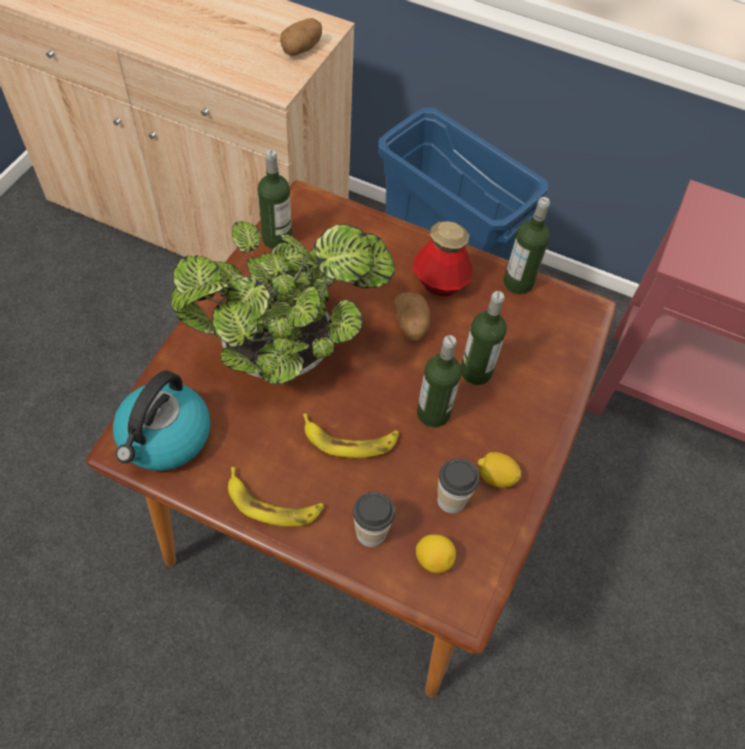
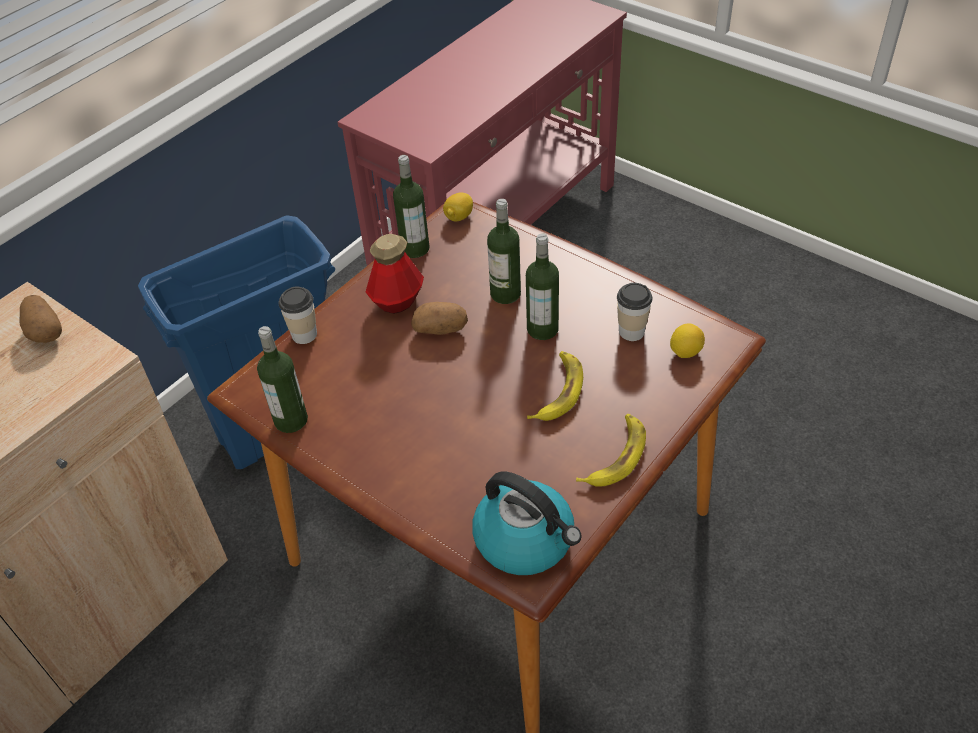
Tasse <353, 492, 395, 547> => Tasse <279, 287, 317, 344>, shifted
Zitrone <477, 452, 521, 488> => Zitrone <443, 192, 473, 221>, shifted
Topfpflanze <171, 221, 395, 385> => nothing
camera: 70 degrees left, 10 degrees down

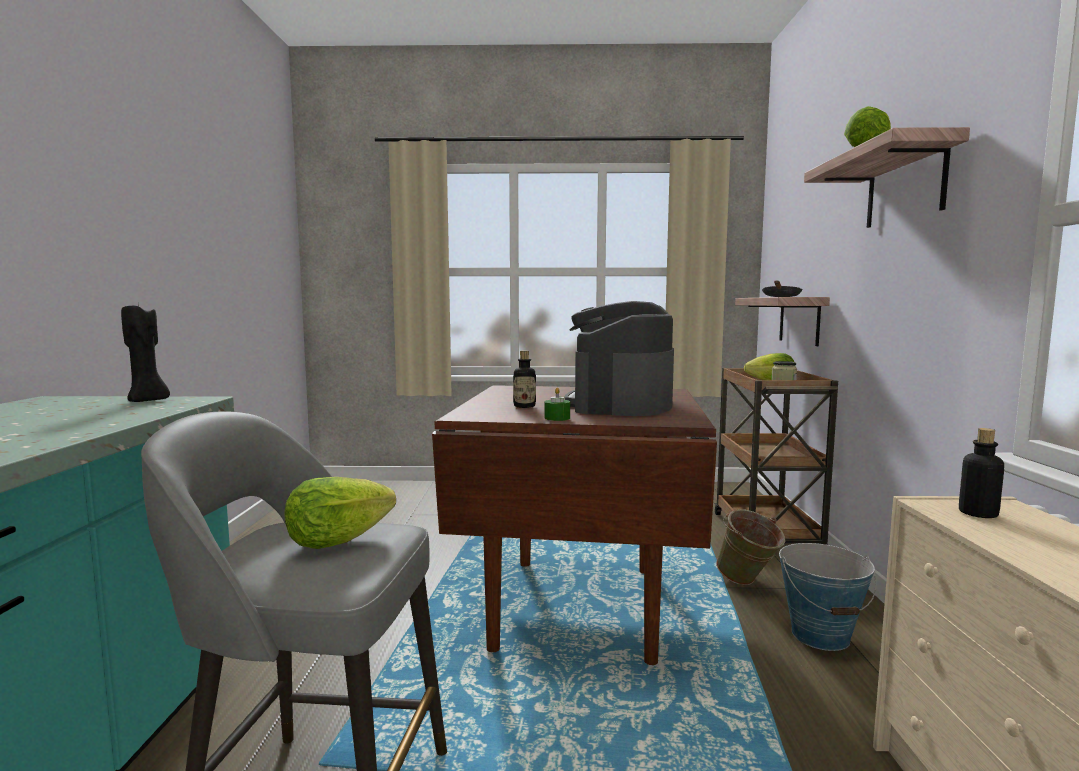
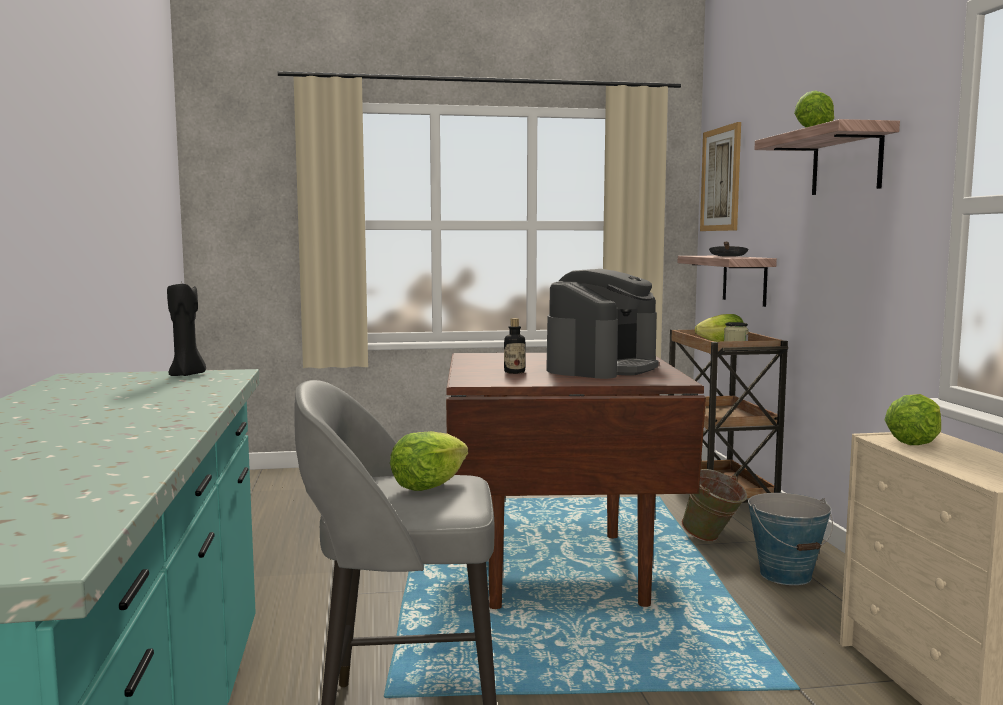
Kaffeemaschine <565, 301, 674, 416> => Kaffeemaschine <546, 269, 659, 379>, 150 degrees counterclockwise
nothing => Bild <700, 122, 741, 231>
Flasche <959, 428, 1004, 518> => Salatkopf <885, 394, 941, 445>
Kerze/grün <544, 388, 570, 421> => nothing
camera: 10 degrees left, 0 degrees up

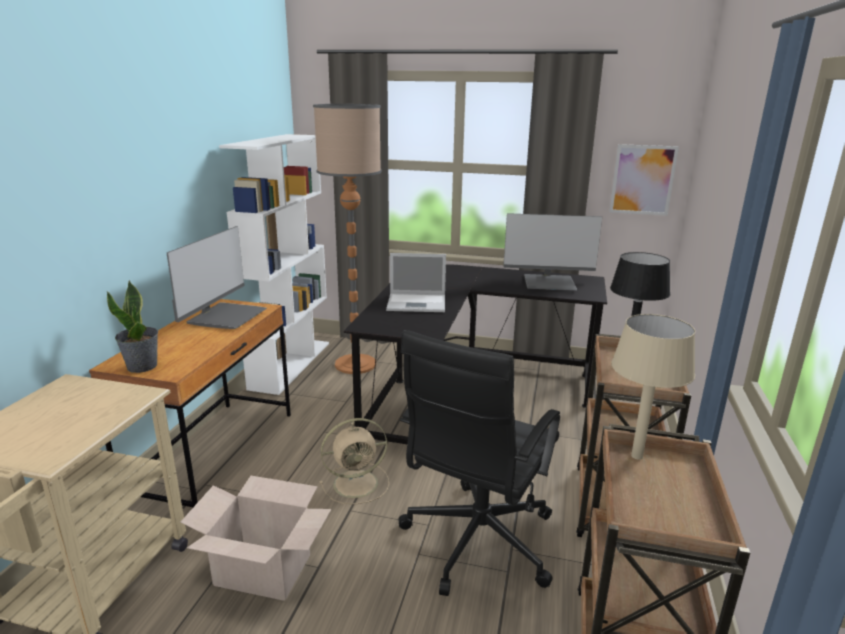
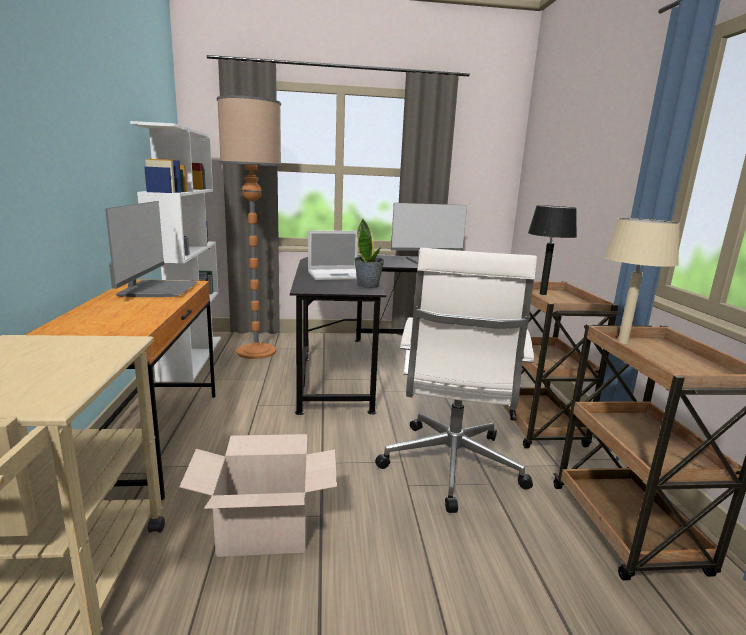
Topfpflanze <107, 280, 158, 373> => Topfpflanze <354, 219, 385, 288>, shifted
Bürostuhl/schwarz <399, 330, 560, 596> => Bürostuhl/weiß <375, 248, 537, 513>
Ventilator/beige <320, 418, 389, 504> => nothing
Bild <609, 144, 679, 216> => nothing
camera: 20 degrees left, 5 degrees down

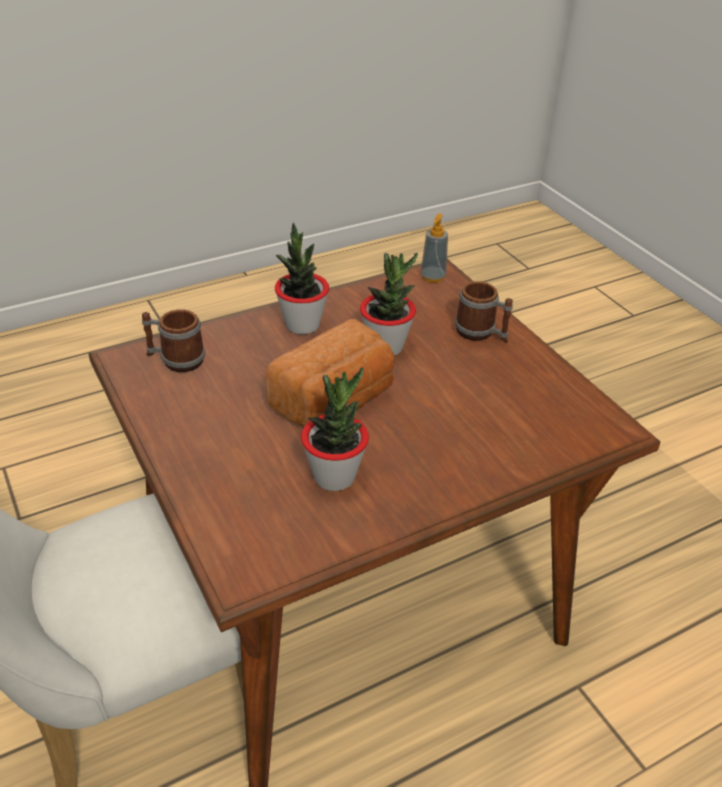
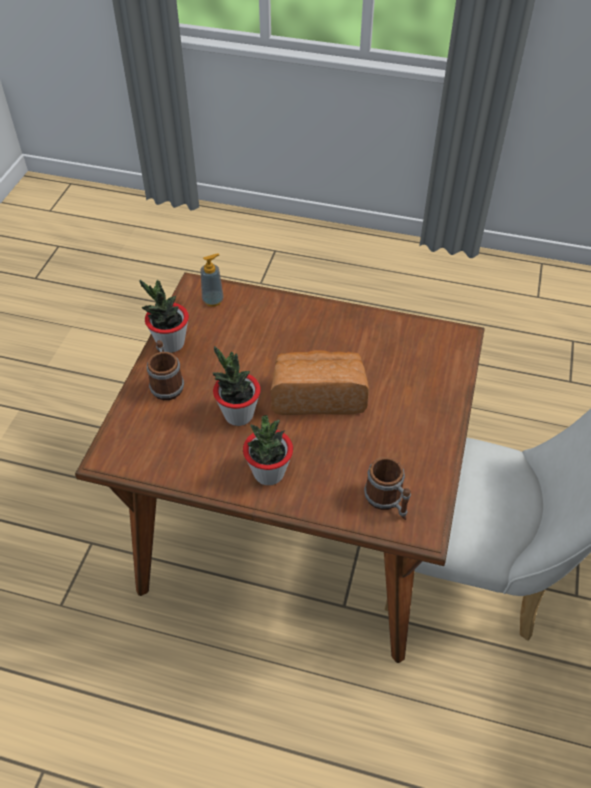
Topfpflanze <301, 367, 369, 491> => Topfpflanze <139, 280, 189, 353>, shifted
Seifenspender <420, 213, 448, 283> => Seifenspender <200, 253, 224, 307>, shifted
camera: 135 degrees left, 10 degrees up

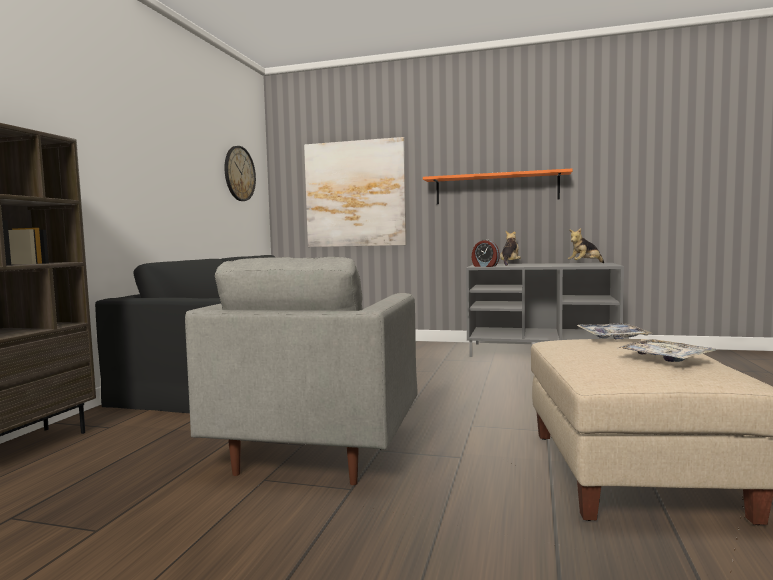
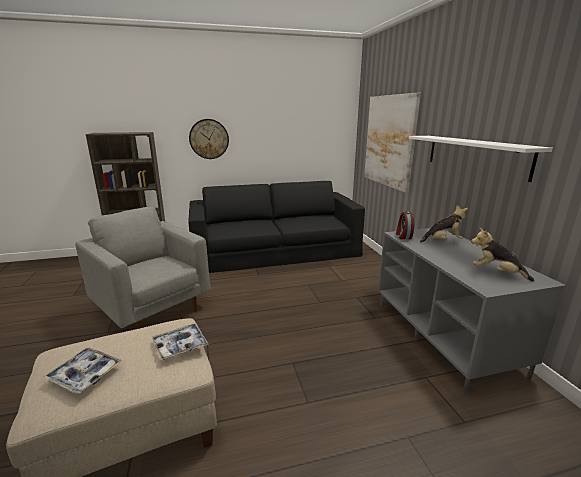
Sessel/grau <185, 257, 418, 485> => Sessel/grau <75, 206, 211, 329>, 60 degrees clockwise
Wanduhr <224, 146, 256, 201> => Wanduhr <189, 119, 229, 159>, shifted
Wandregal/orange <423, 169, 572, 204> => Wandregal/weiß <409, 136, 553, 182>
camera: 60 degrees right, 15 degrees up

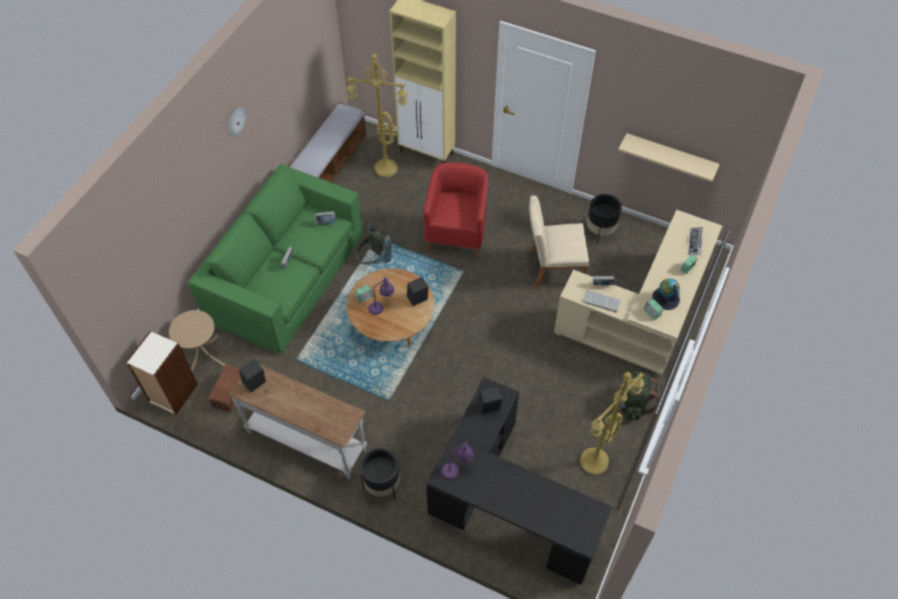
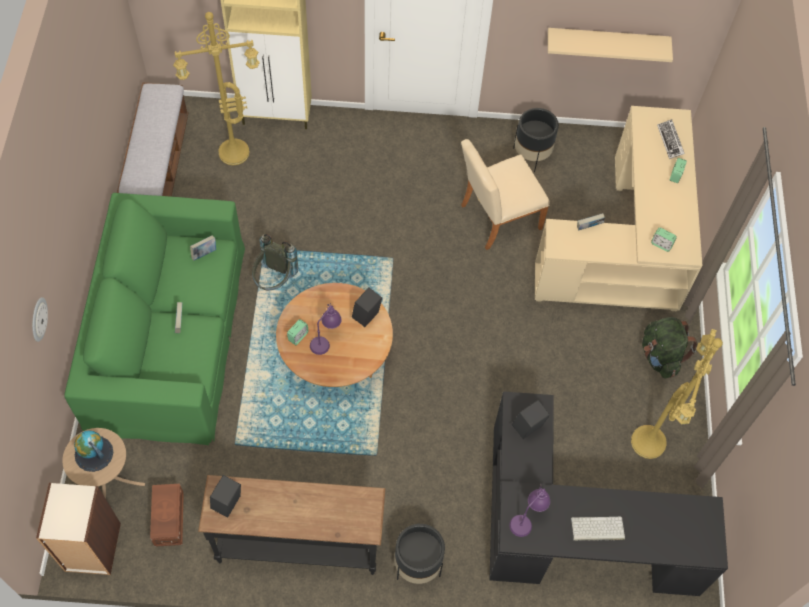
Wanduhr <228, 108, 246, 137> => Wanduhr <32, 297, 48, 342>, shifted
Globus <652, 278, 680, 310> => Globus <74, 430, 113, 472>, shifted
Konsolentisch/weiß <228, 364, 367, 480> => Konsolentisch/schwarz <198, 475, 385, 575>
Tastatur <583, 290, 621, 313> => Tastatur <571, 516, 625, 541>, shifted
Sessel/rot <423, 162, 488, 258> => nothing
camera: 25 degrees left, 5 degrees up

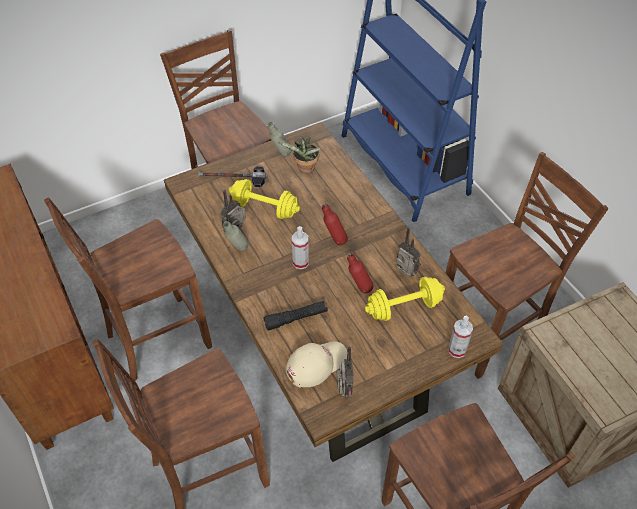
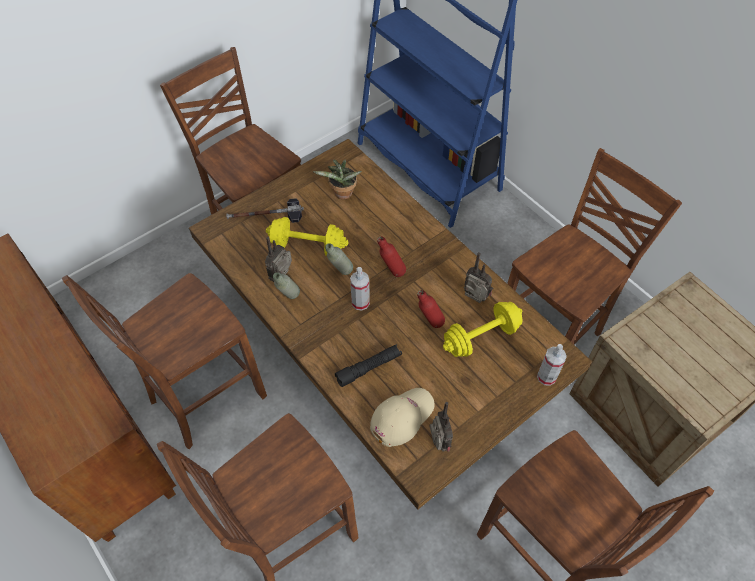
Flasche/grau <267, 122, 292, 157> => Flasche/grau <325, 243, 353, 275>, shifted
camera: 10 degrees left, 5 degrees up

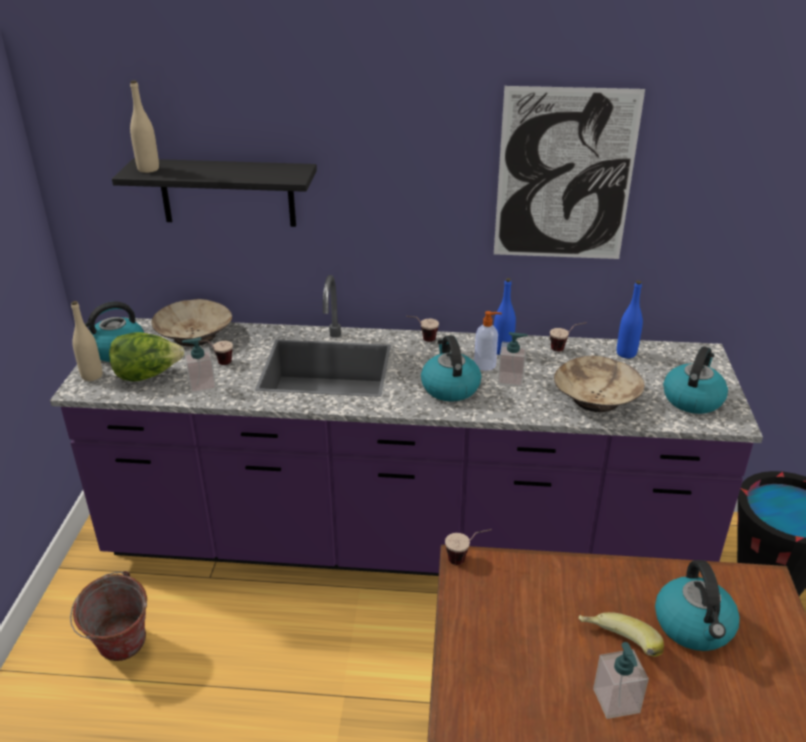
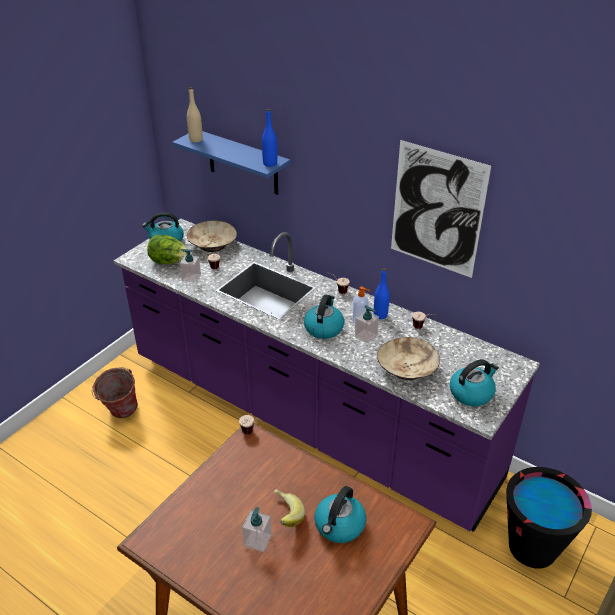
Wandregal/schwarz <112, 159, 317, 227> => Wandregal/blau <172, 131, 290, 195>
Flasche/blau <617, 281, 643, 358> => Flasche/blau <262, 109, 277, 167>, shifted
Flasche/beige <71, 301, 102, 381> => nothing
camera: 30 degrees right, 5 degrees up

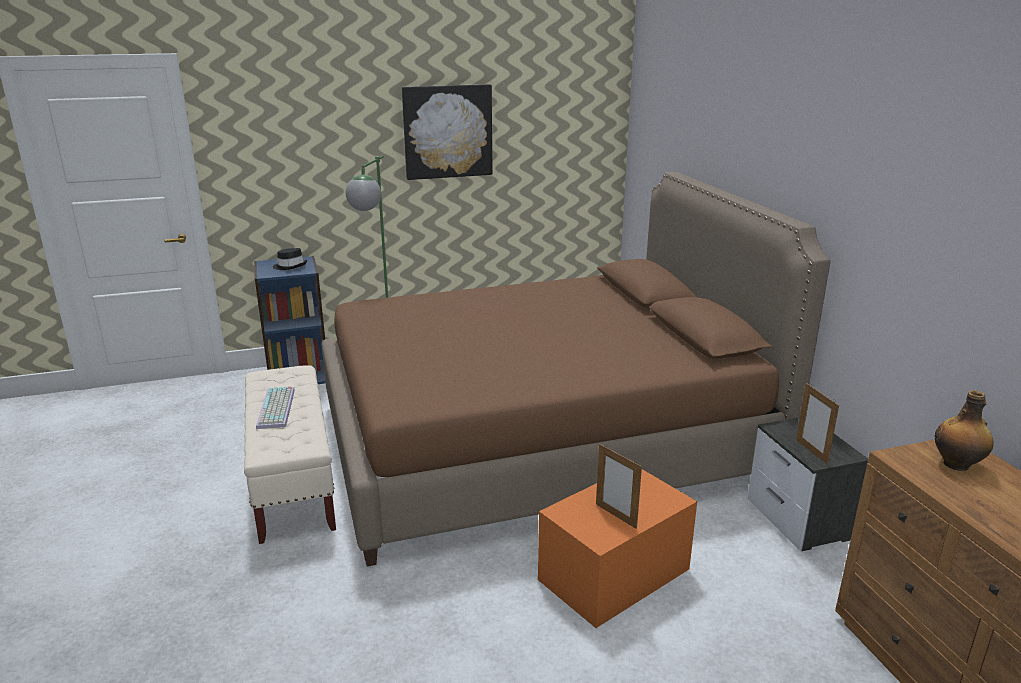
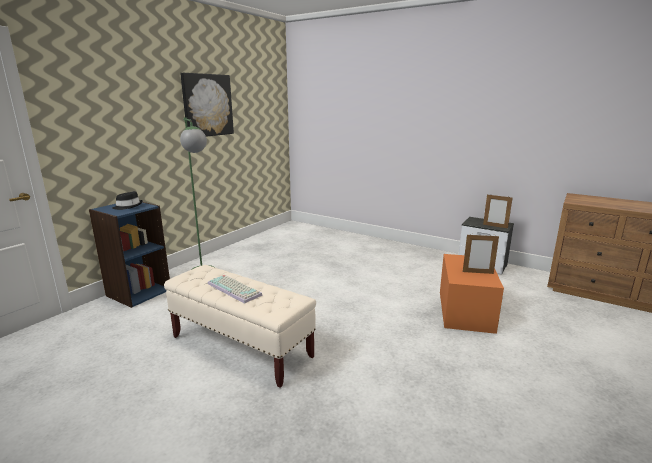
Bett/braun <321, 172, 831, 567> => nothing
Flasche <935, 390, 994, 471> => nothing
camera: 40 degrees left, 5 degrees down

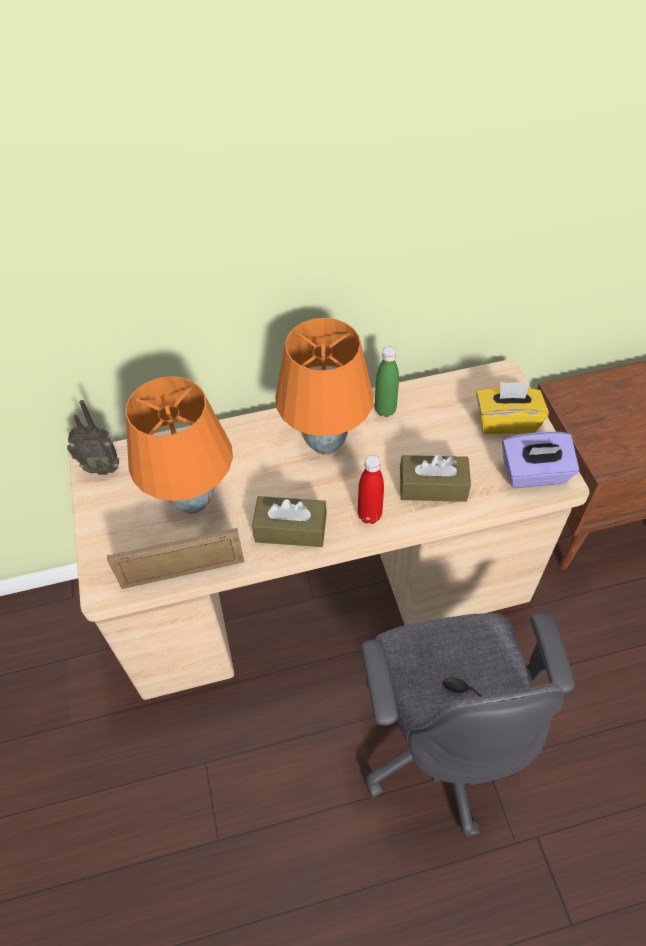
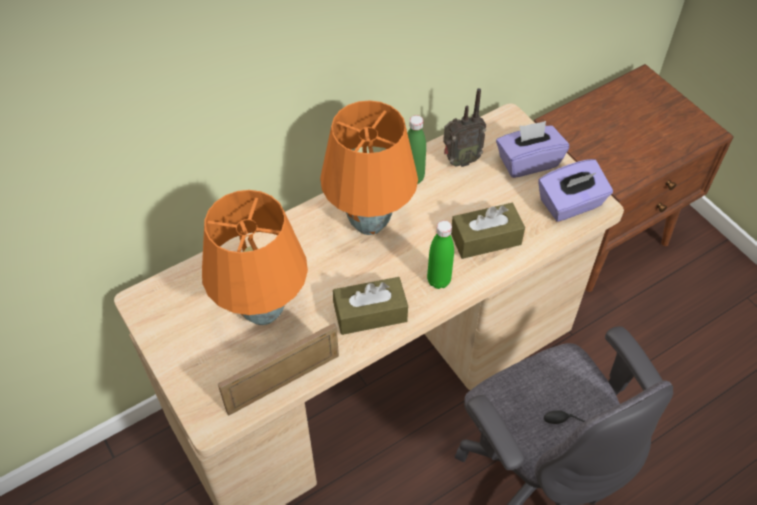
Flasche/rot <358, 455, 384, 524> => Flasche/grün <427, 220, 454, 289>
Radio <67, 400, 120, 475> => Radio <443, 88, 486, 167>, shifted
Taschentuchbox/gelb <476, 382, 549, 434> => Taschentuchbox/lila <496, 121, 569, 178>
camera: 20 degrees left, 0 degrees up

